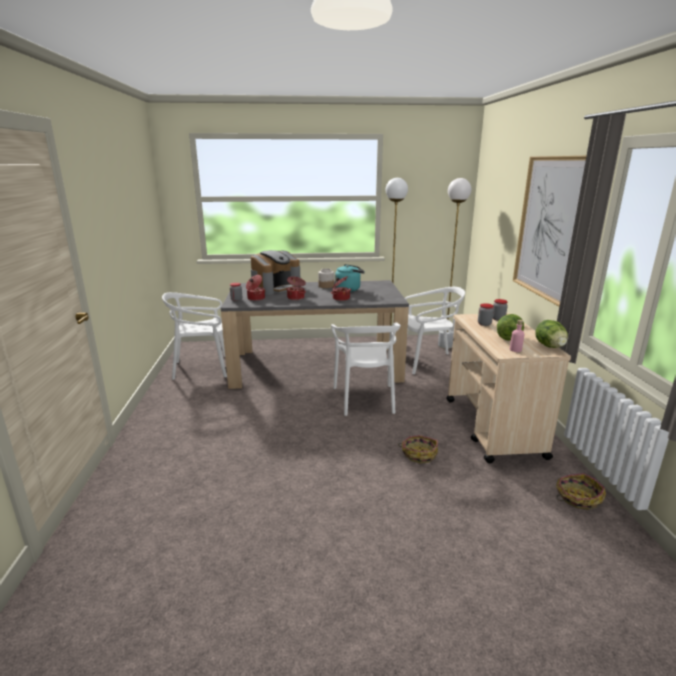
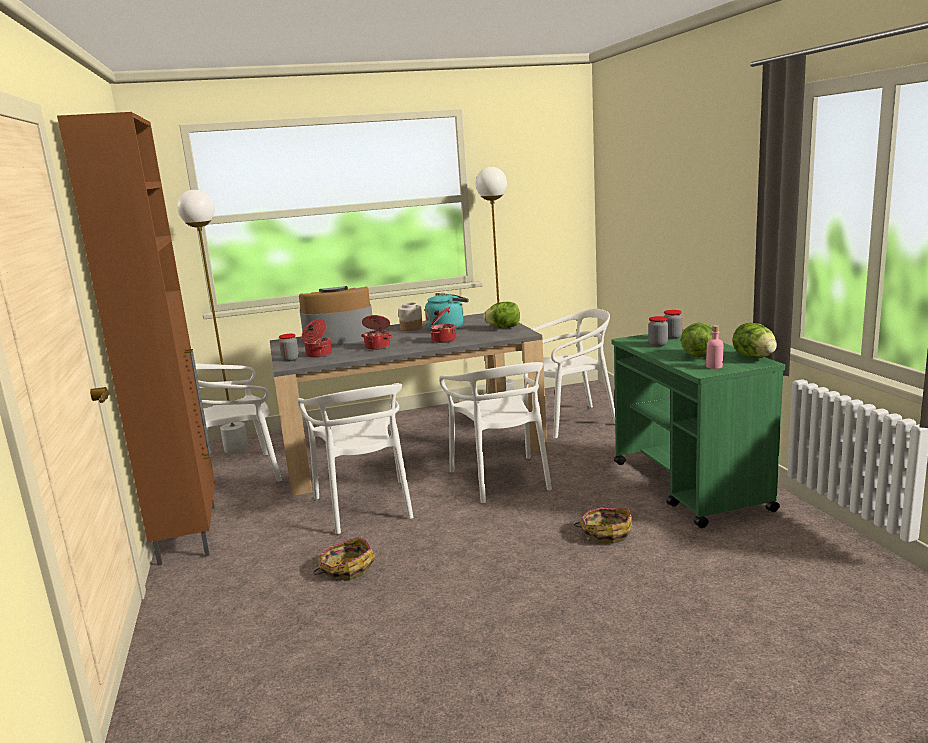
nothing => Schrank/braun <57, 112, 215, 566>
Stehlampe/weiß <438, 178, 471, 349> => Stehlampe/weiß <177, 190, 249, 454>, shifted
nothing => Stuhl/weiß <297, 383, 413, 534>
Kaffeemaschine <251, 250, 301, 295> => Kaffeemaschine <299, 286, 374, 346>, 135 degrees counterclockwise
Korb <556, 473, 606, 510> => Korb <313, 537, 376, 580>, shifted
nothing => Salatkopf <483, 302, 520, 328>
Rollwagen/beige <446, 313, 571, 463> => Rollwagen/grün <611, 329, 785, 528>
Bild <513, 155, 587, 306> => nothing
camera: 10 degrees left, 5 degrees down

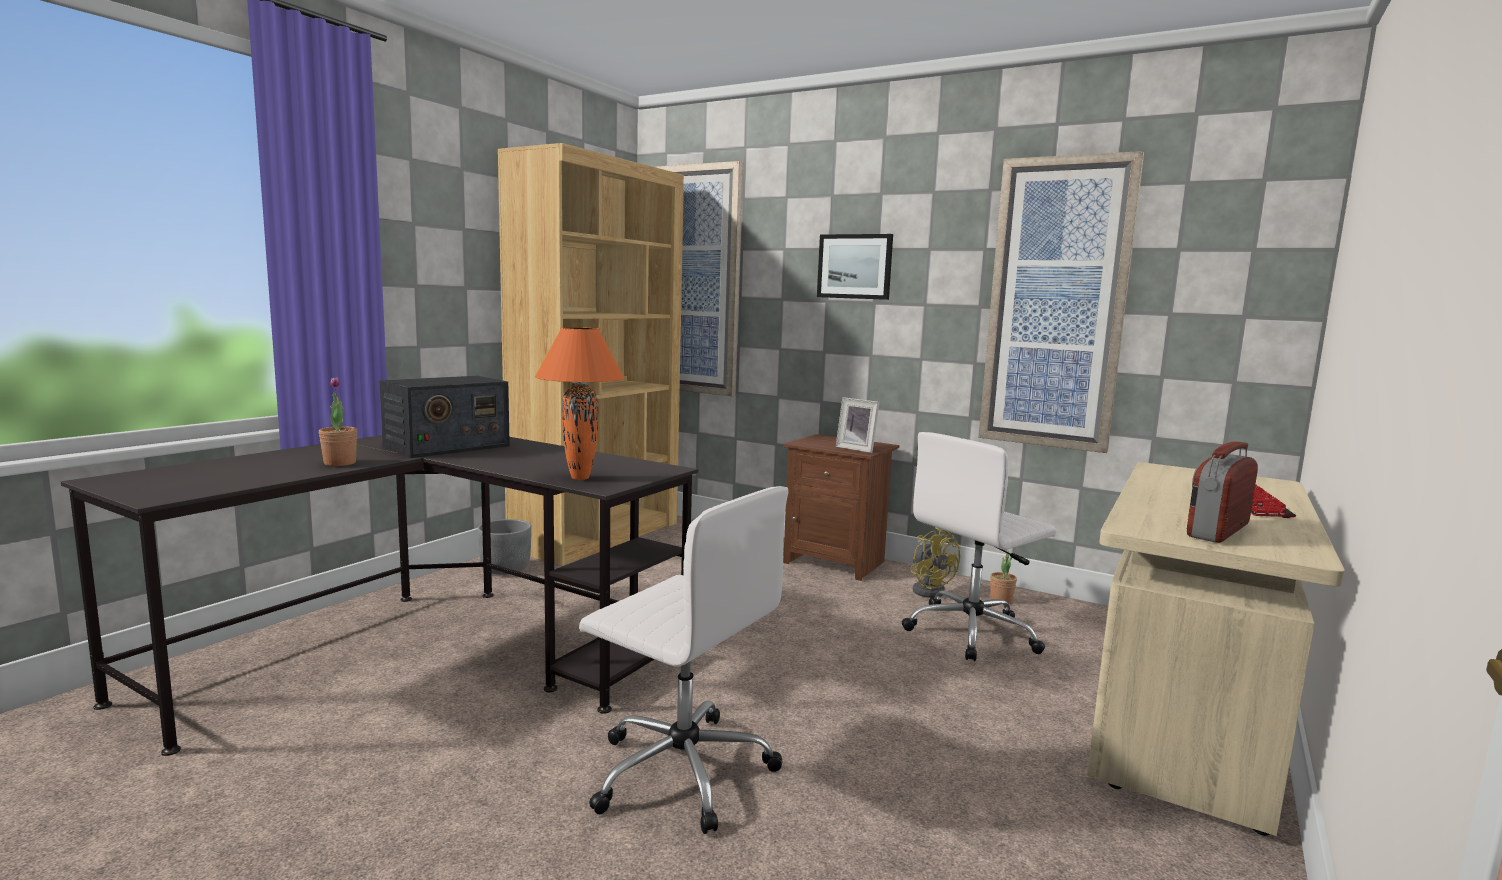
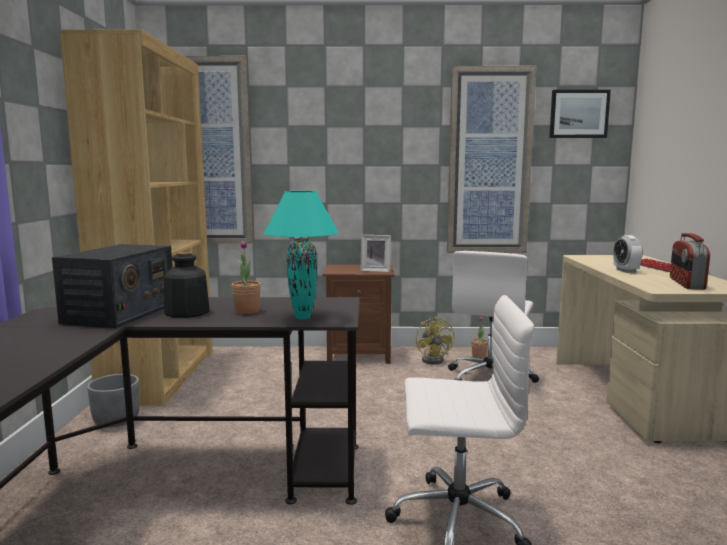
nothing => Flasche <164, 252, 209, 318>
Topfpflanze <319, 377, 357, 466> => Topfpflanze <232, 240, 261, 314>, shifted
Tischlampe/orange <535, 327, 625, 480> => Tischlampe/türkis <264, 191, 339, 320>
Ventilator/gelb <910, 527, 961, 598> => Ventilator/gelb <416, 316, 454, 364>, 45 degrees clockwise
Bild <817, 234, 893, 300> => Bild <549, 90, 611, 138>, shifted
nothing => Wecker <613, 235, 643, 273>
camera: 30 degrees left, 0 degrees up

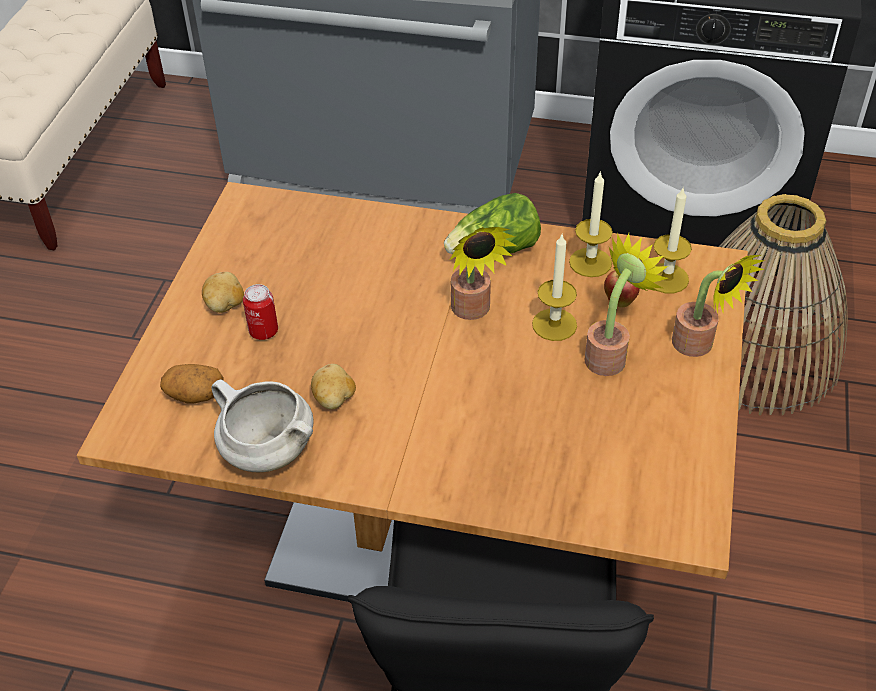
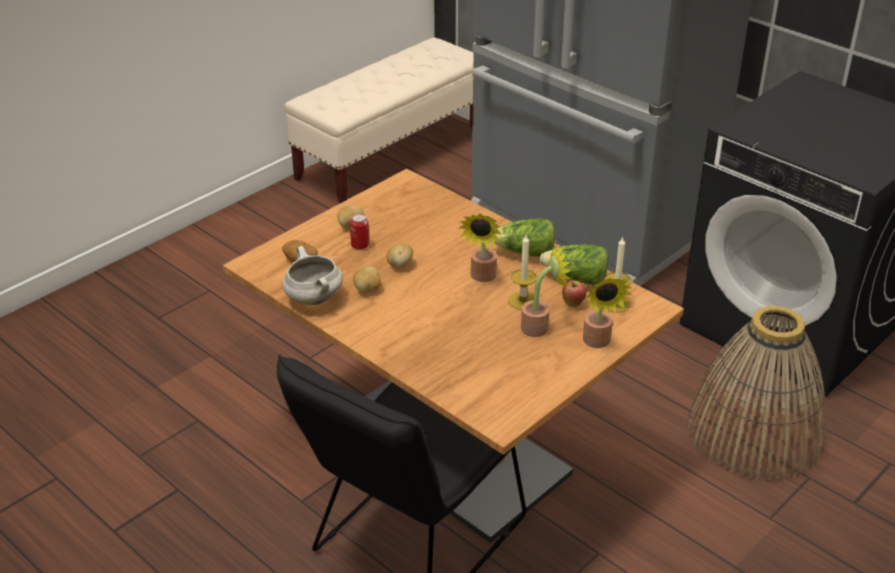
nothing => Kartoffel <387, 243, 413, 268>
Kerze <569, 171, 613, 277> => Salatkopf <539, 244, 608, 285>
camera: 30 degrees right, 10 degrees down

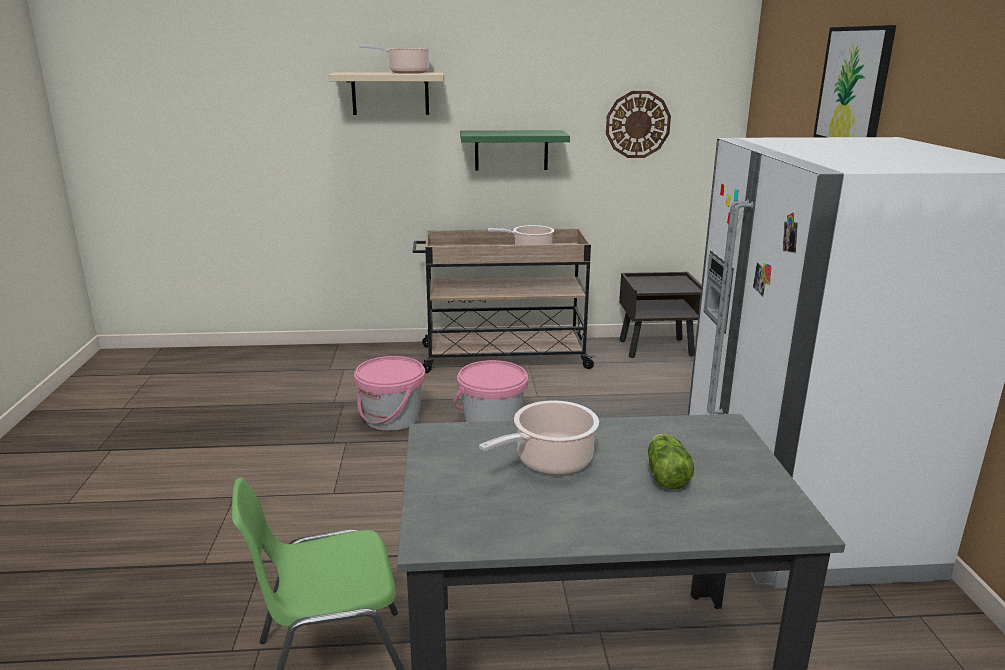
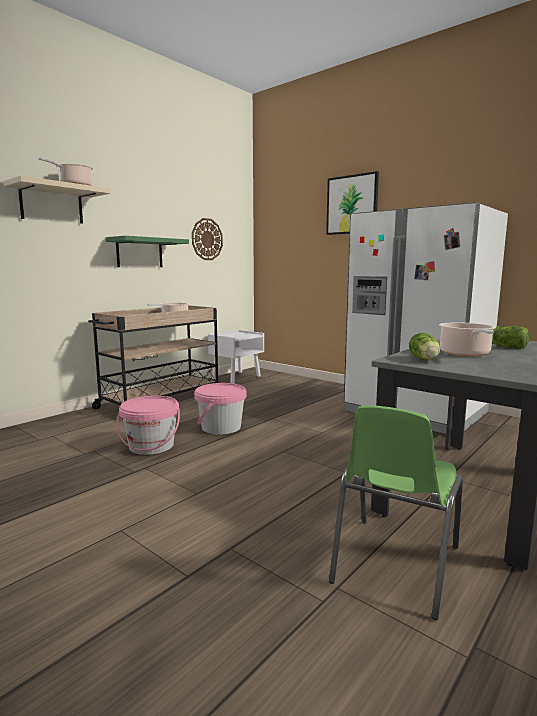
Nachttisch/braun <619, 272, 702, 358> => Nachttisch/weiß <208, 330, 264, 384>
nothing => Salatkopf <409, 333, 440, 360>
camera: 45 degrees left, 10 degrees down

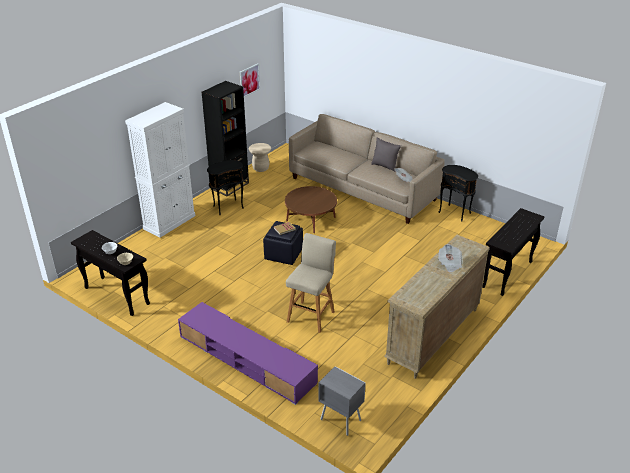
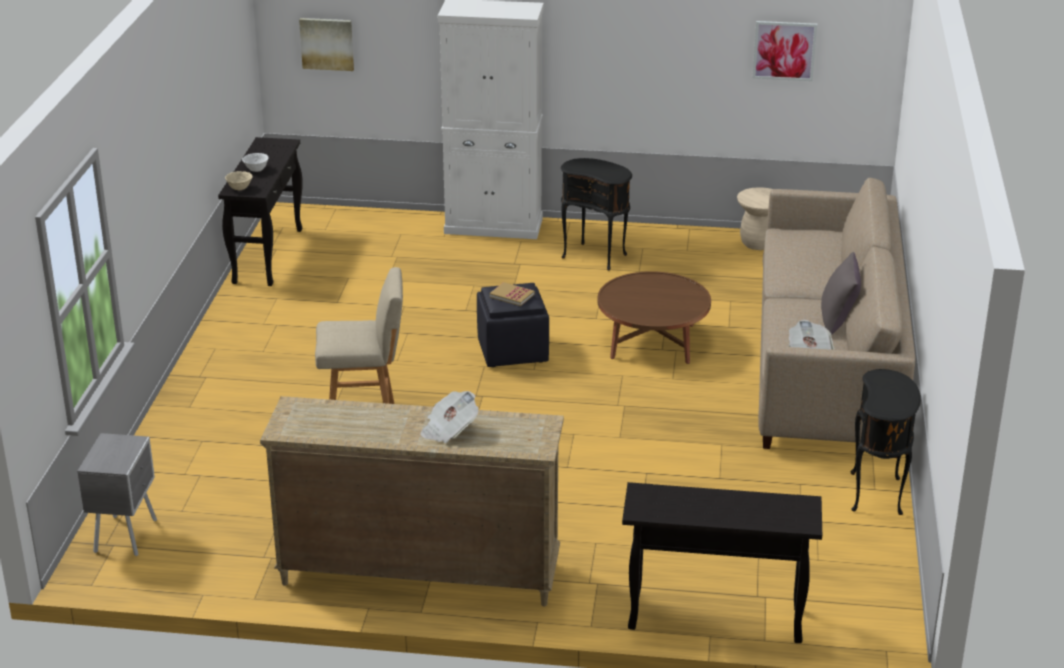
nothing => Bild <299, 18, 354, 71>
Fernsehschrank/lila <178, 302, 318, 405> => nothing
Bücherregal/schwarz <201, 81, 249, 196> => nothing
camera: 60 degrees right, 5 degrees down

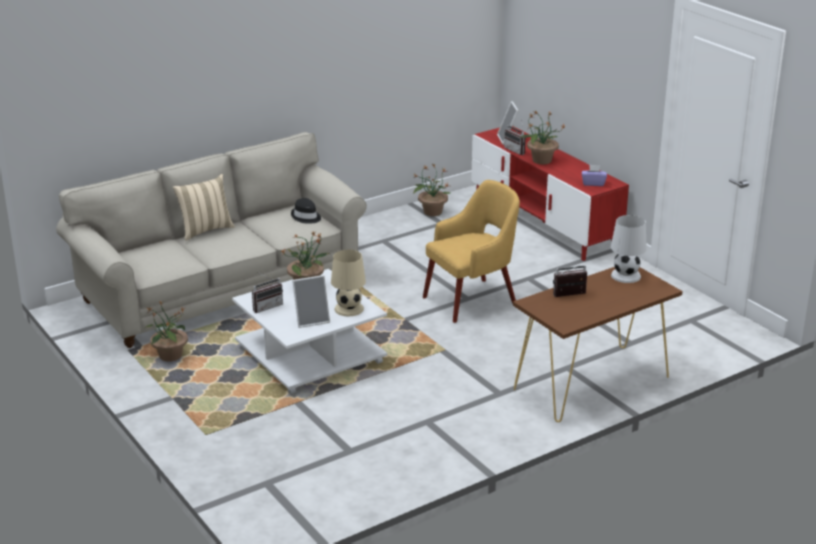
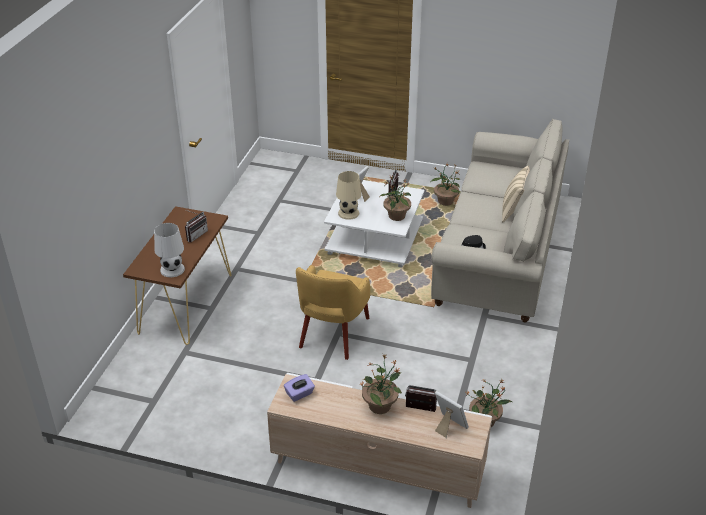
Fernsehschrank/rot <471, 126, 629, 261> => Fernsehschrank/beige <267, 373, 492, 508>
camera: 140 degrees right, 10 degrees up

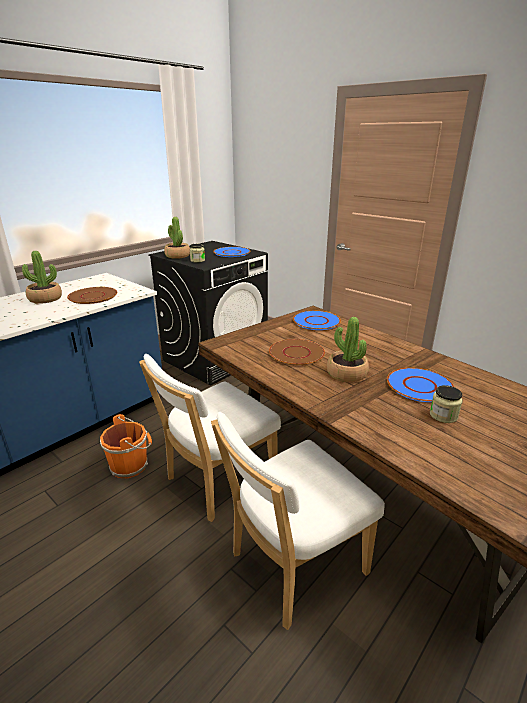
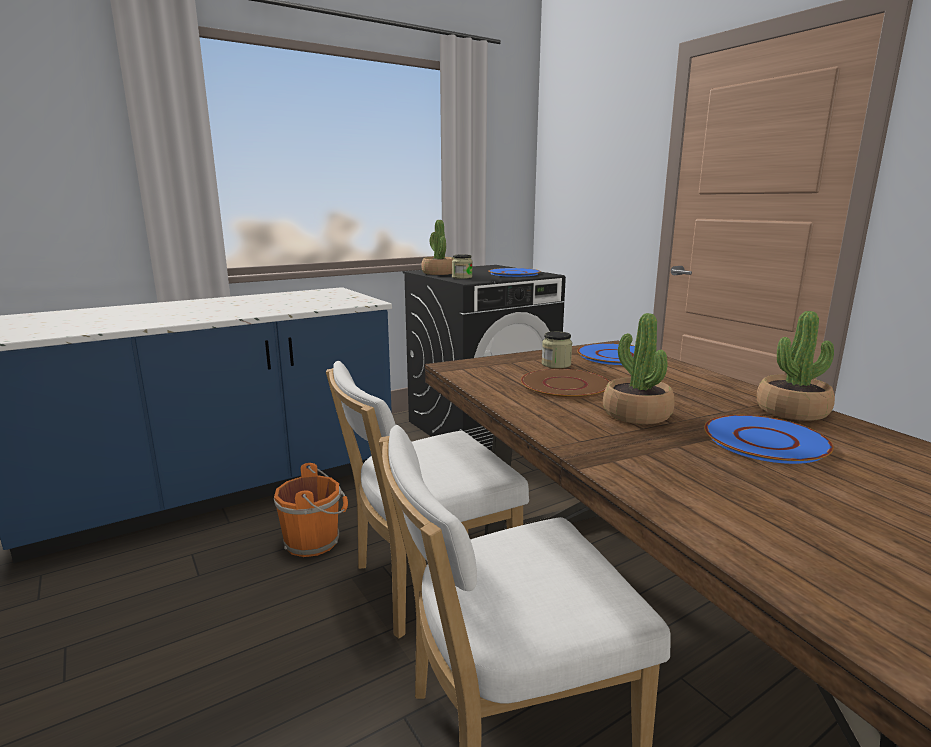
Vorratsglas <430, 385, 462, 423> => Vorratsglas <542, 331, 572, 368>, shifted
Topfpflanze <22, 251, 62, 304> => Topfpflanze <757, 311, 835, 421>, shifted
Teller/braun <67, 287, 118, 304> => nothing
camera: 15 degrees right, 10 degrees down

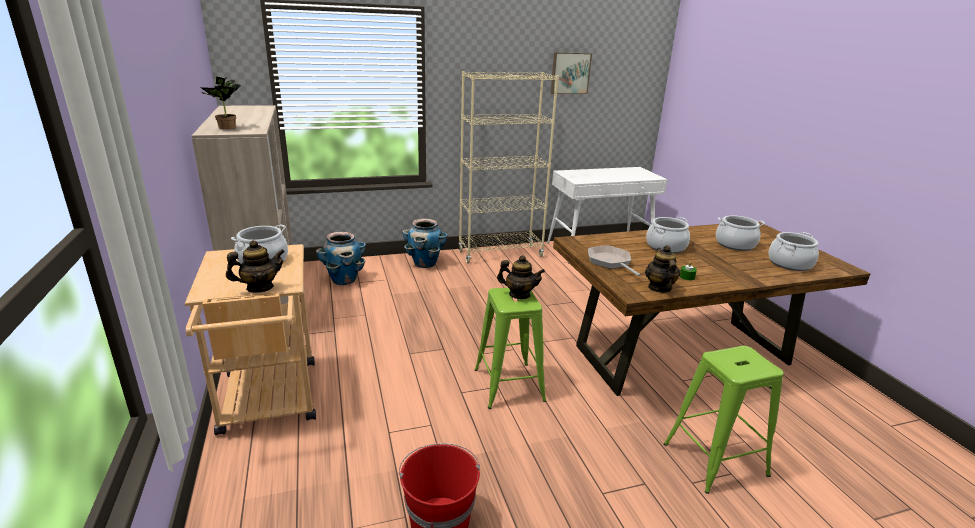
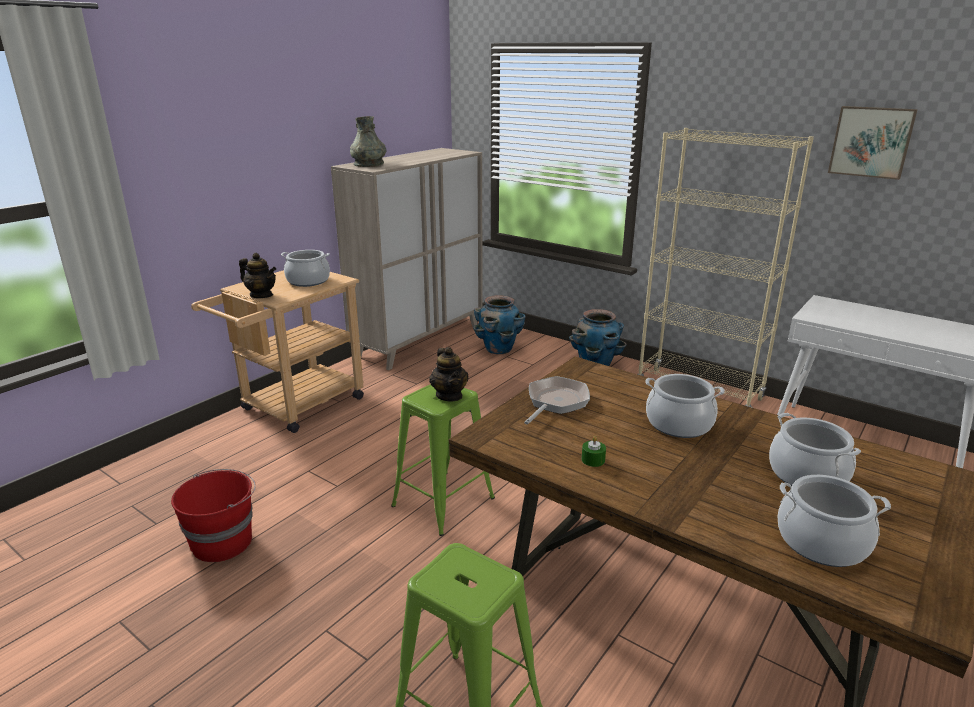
Topfpflanze <200, 76, 241, 129> => Vase/grau <350, 116, 386, 167>
Teekanne <645, 245, 680, 293> => nothing
camera: 55 degrees right, 0 degrees up

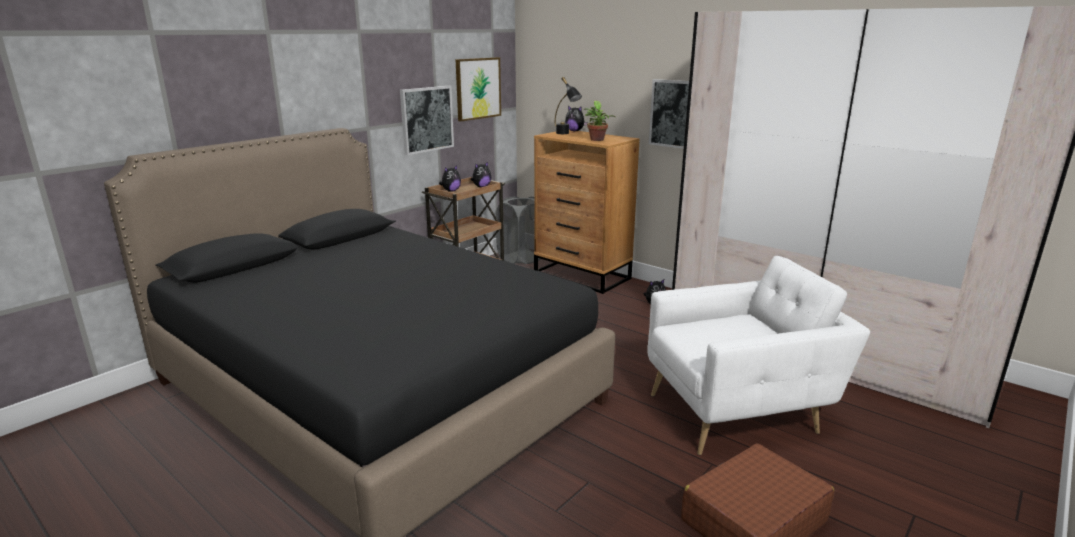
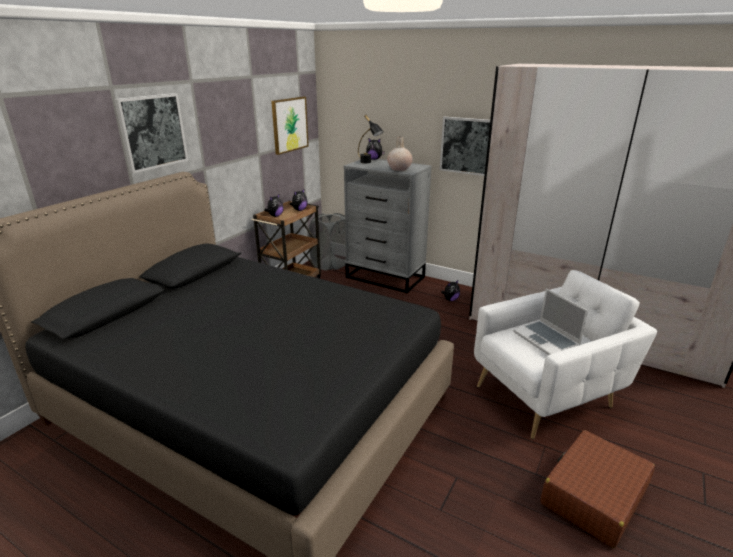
Bild <400, 86, 454, 155> => Bild <114, 93, 188, 173>, shifted
Kommode/braun <534, 130, 640, 294> => Kommode/grau <344, 159, 431, 293>
Topfpflanze <584, 101, 616, 141> => Vase/beige <387, 137, 413, 171>
nothing => Laptop <513, 288, 588, 355>
camera: 10 degrees left, 5 degrees up

